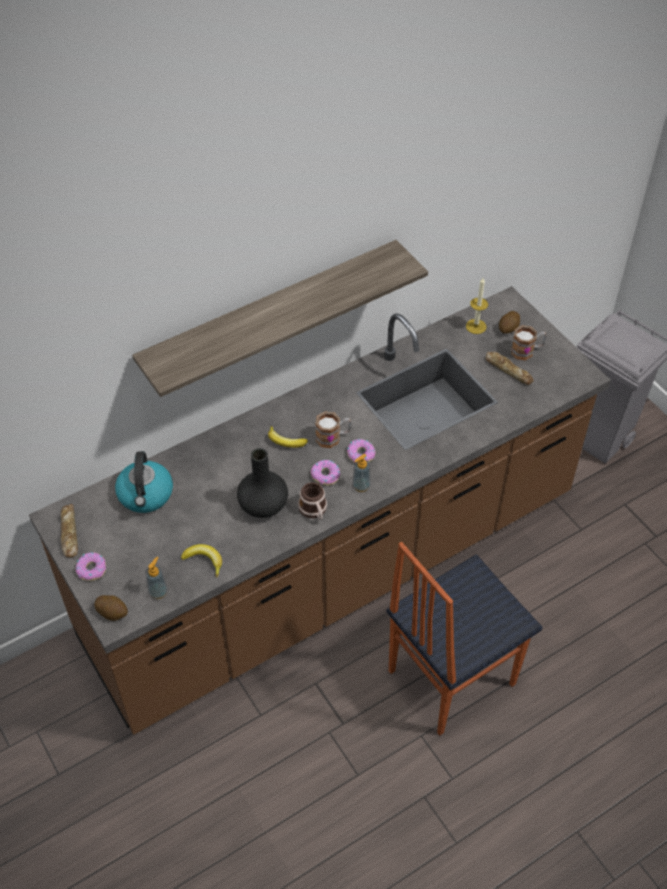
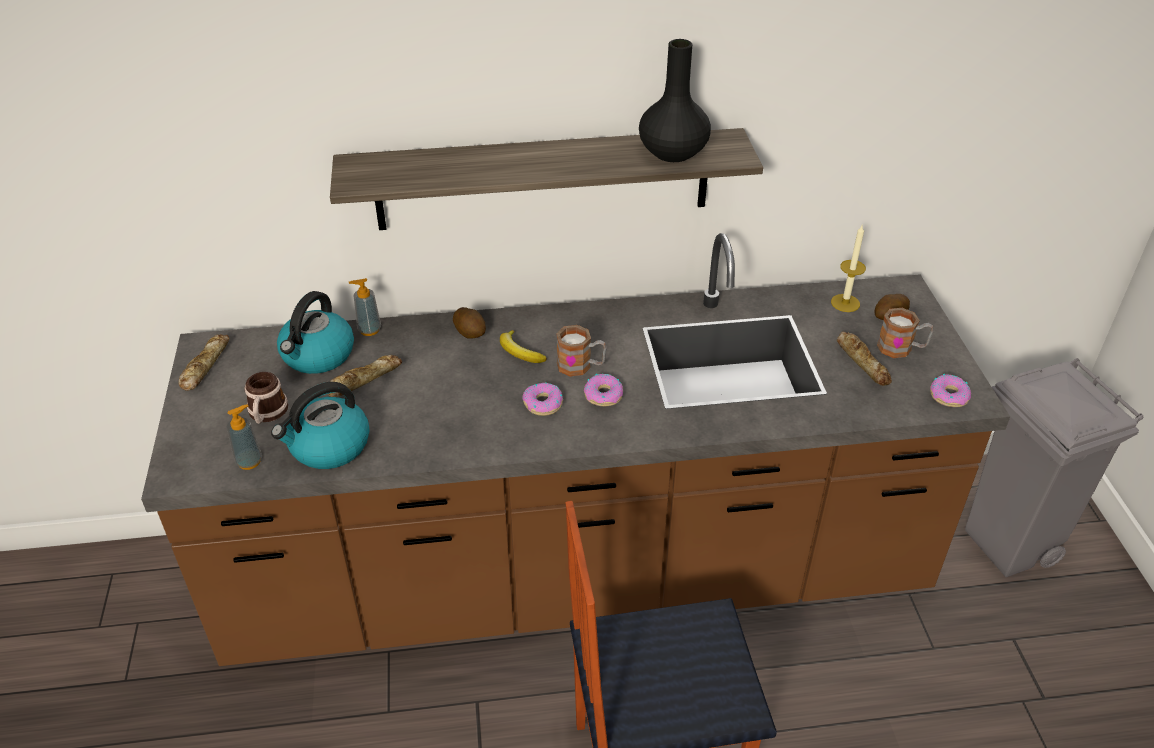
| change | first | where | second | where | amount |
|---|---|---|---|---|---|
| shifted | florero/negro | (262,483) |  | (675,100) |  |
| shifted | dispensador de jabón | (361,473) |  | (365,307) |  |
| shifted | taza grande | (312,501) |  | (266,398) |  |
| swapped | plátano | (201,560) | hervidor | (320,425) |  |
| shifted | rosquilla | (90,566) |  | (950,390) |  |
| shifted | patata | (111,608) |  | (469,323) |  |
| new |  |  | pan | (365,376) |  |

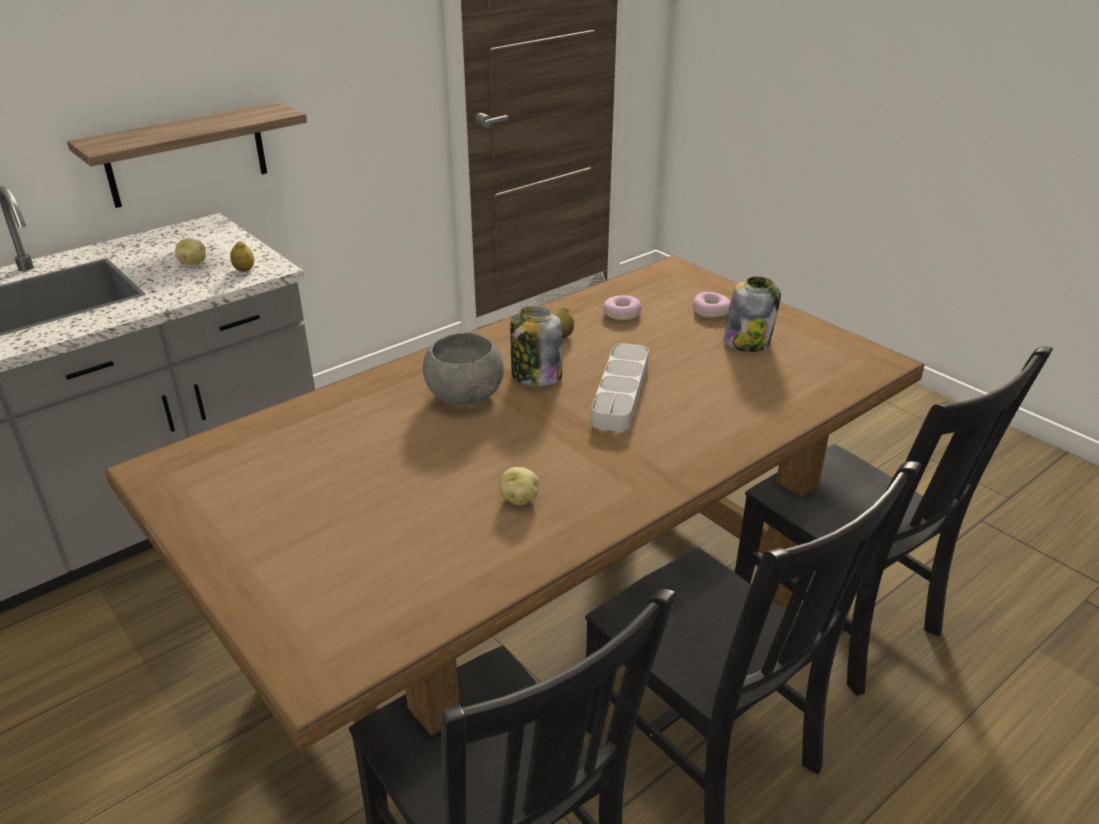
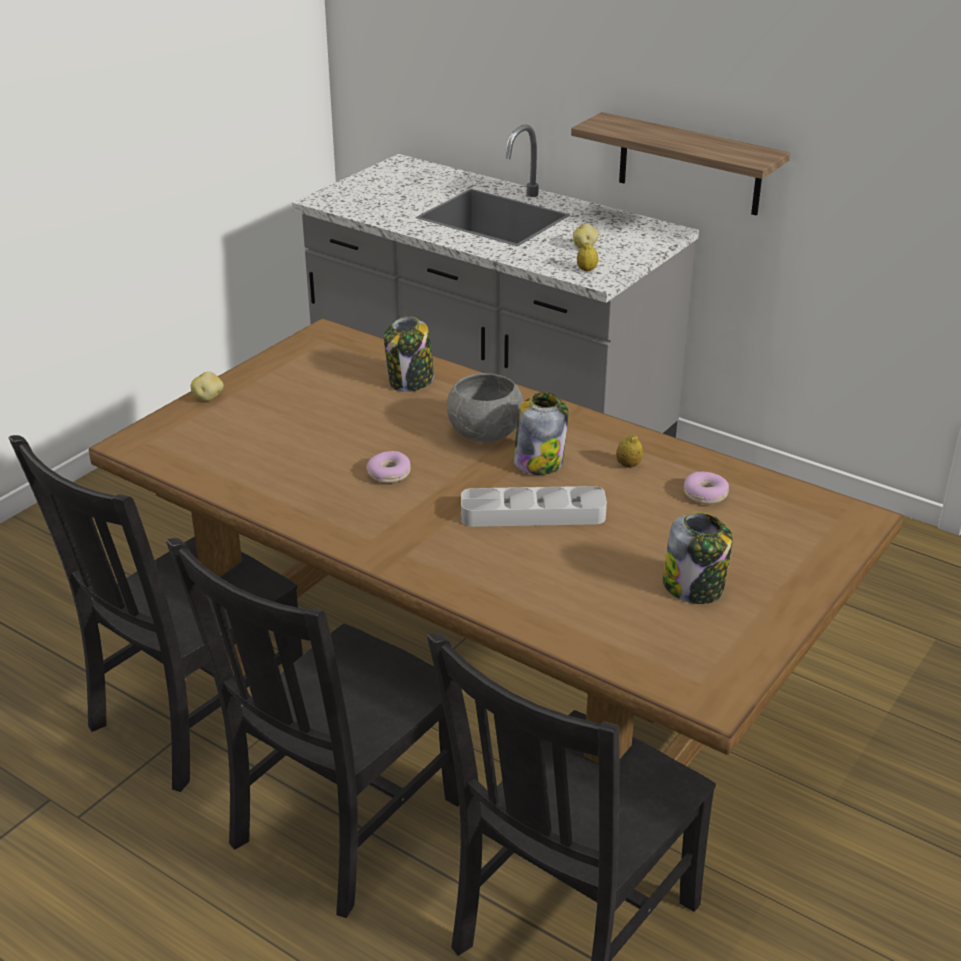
| change | first | where | second | where | amount |
|---|---|---|---|---|---|
| shifted | rosquilla | (711,305) |  | (388,467) |  |
| shifted | patata | (519,486) |  | (207,386) |  |
| new |  |  | tarro | (409,354) |  |

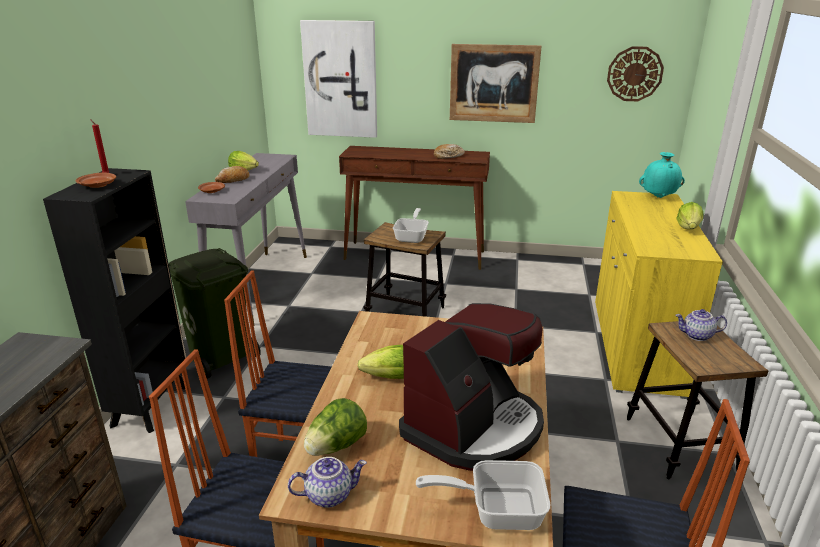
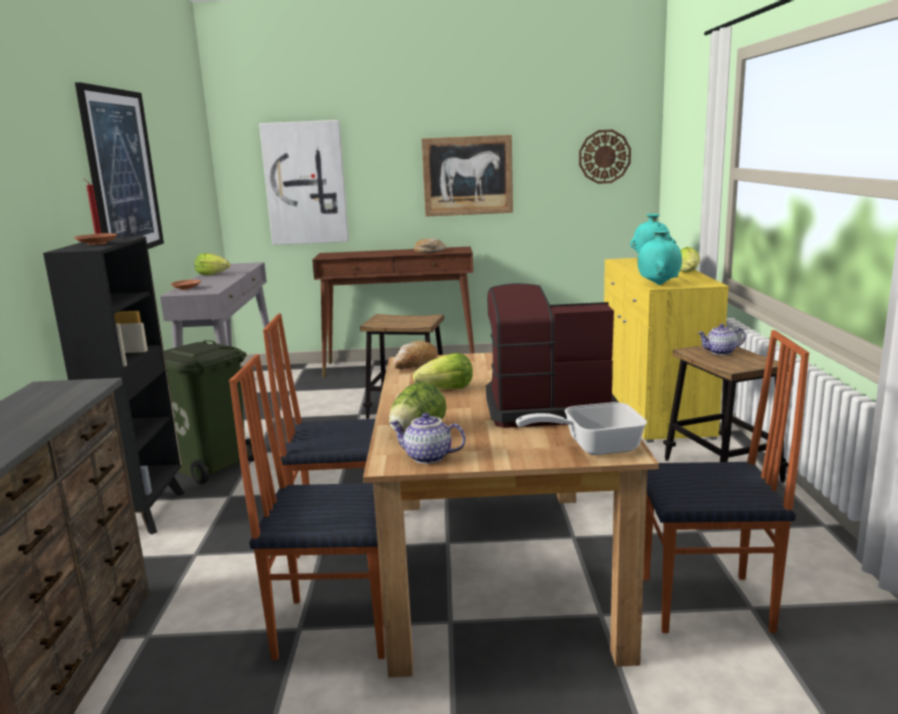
| change | first | where | second | where | amount |
|---|---|---|---|---|---|
| shifted | pan | (232,174) |  | (415,355) |  |
| gone | sartén | (411,225) |  |  |  |
| rotated | cafetera | (471,387) |  | (552,355) | 120 degrees counterclockwise |
| rotated | tetera | (327,482) |  | (427,438) | 135 degrees counterclockwise |
| new |  |  | cuadro | (119,165) |  |
| new |  |  | florero/turquesa | (659,257) |  |

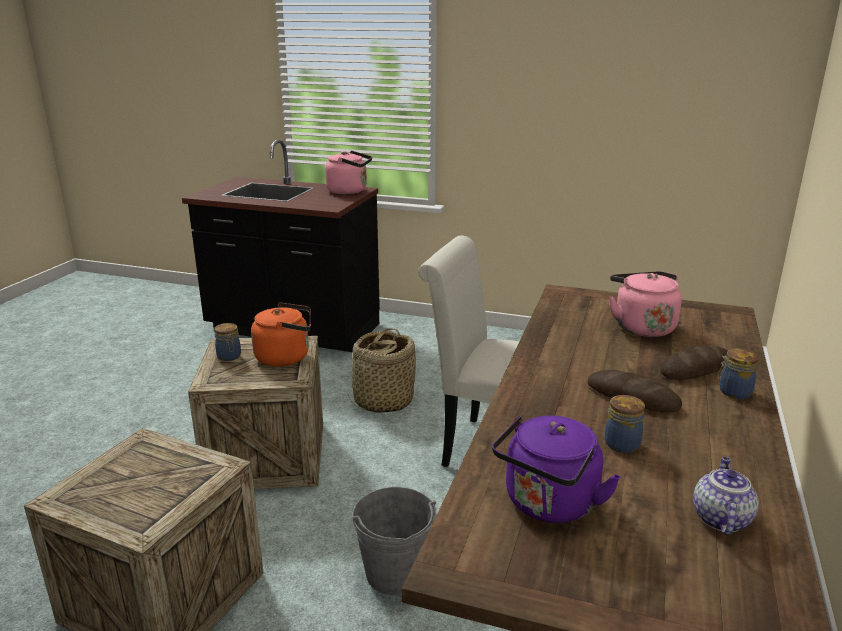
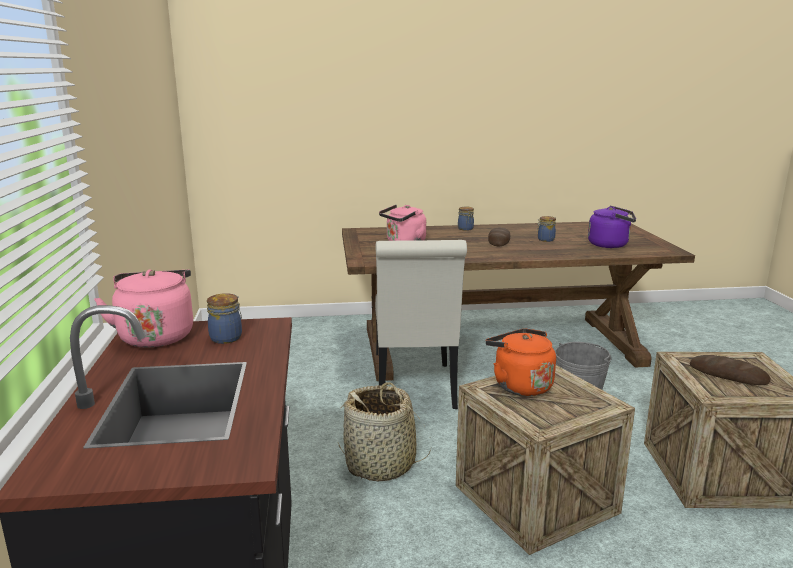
| change | first | where | second | where | amount |
|---|---|---|---|---|---|
| shifted | tarro | (227,342) |  | (224,318) |  |
| shifted | pan | (694,363) |  | (730,370) |  |
| gone | tetera | (726,496) |  |  |  |

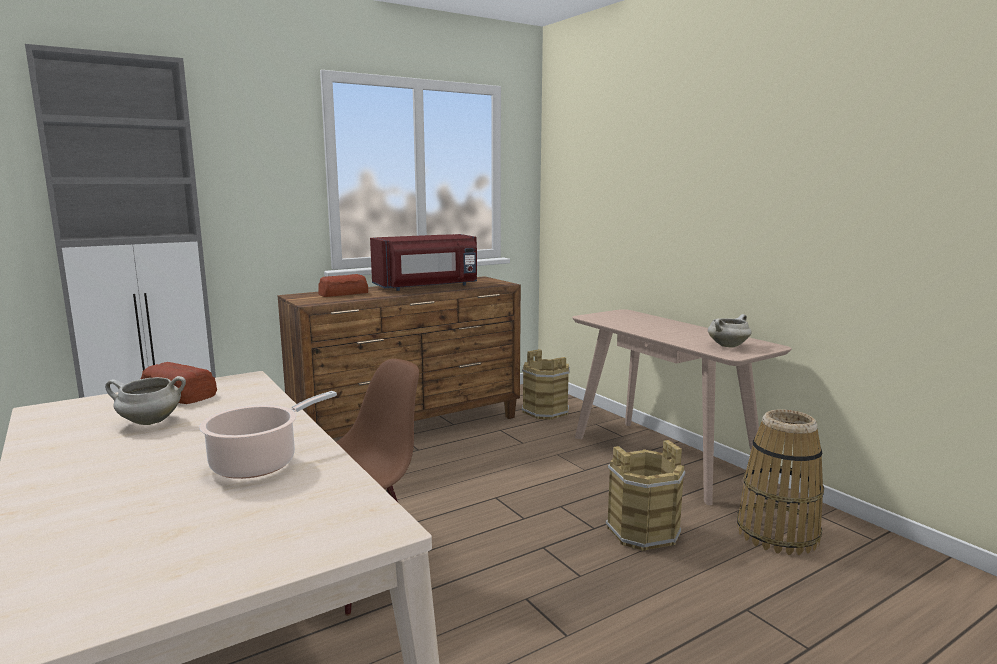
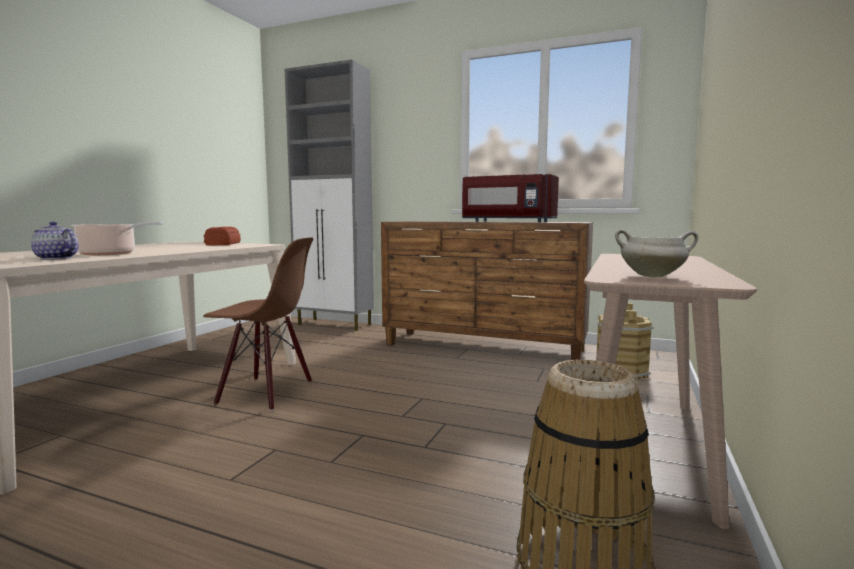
| change | first | where | second | where | amount |
|---|---|---|---|---|---|
| gone | pan | (343,285) |  |  |  |
| gone | olla/blanco | (145,400) |  |  |  |
| gone | cubo/marrón | (645,495) |  |  |  |
| new |  |  | tetera | (54,241) |  |

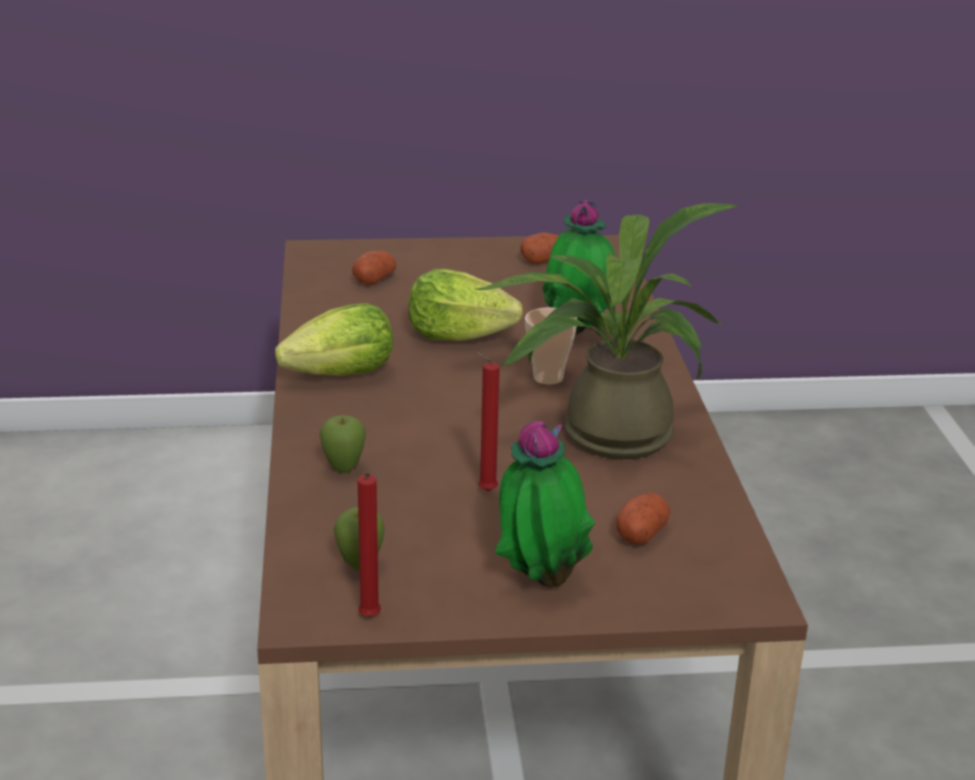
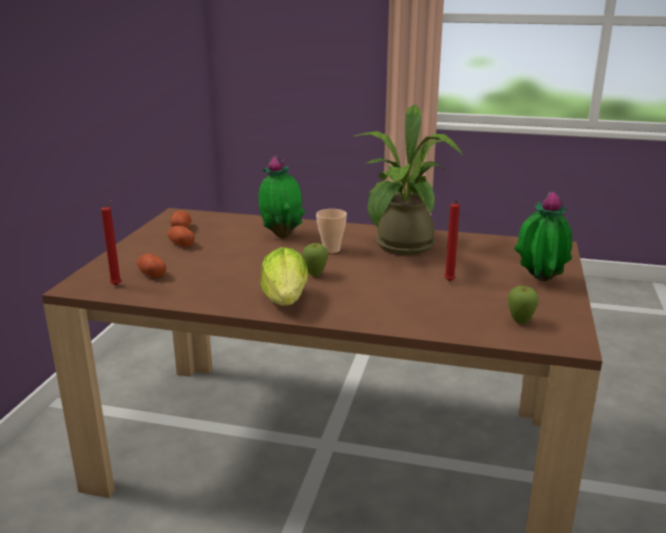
| change | first | where | second | where | amount |
|---|---|---|---|---|---|
| gone | lechuga | (466,305) |  |  |  |
| shifted | manzana | (342,444) |  | (315,260) |  |
| shifted | vela/rojo | (369,544) |  | (111,243) |  |
| shifted | patata | (644,519) |  | (181,236) |  |

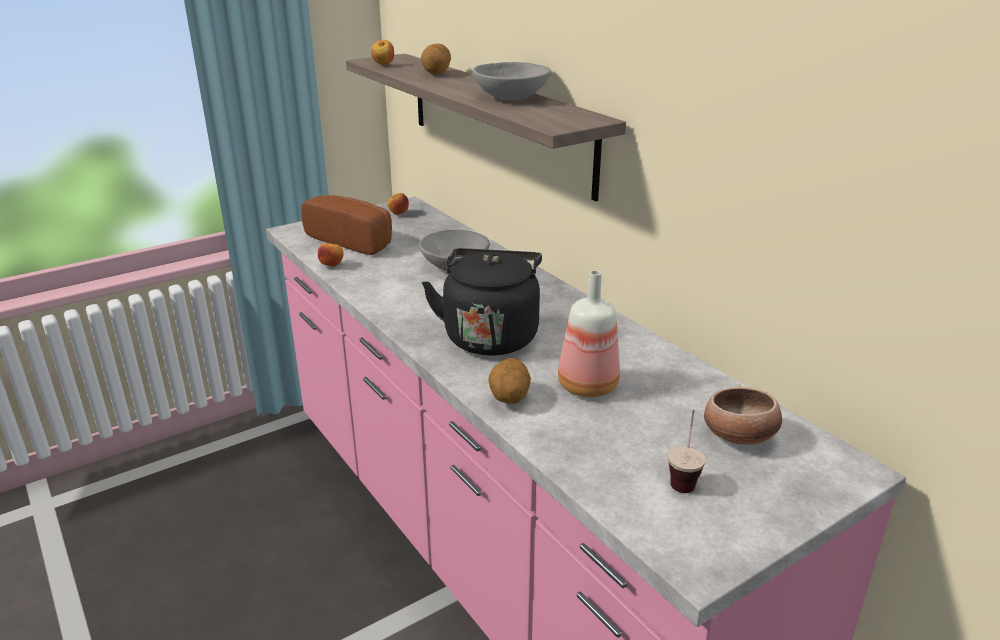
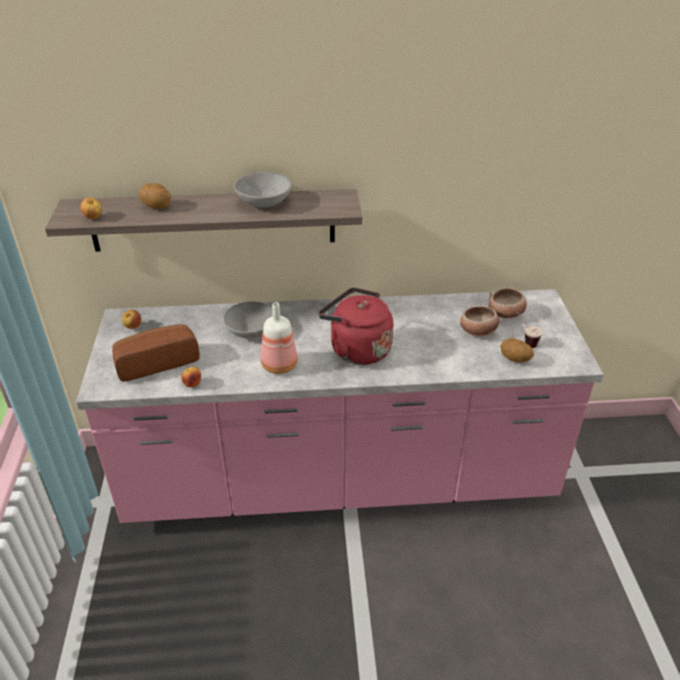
| change | first | where | second | where | amount |
|---|---|---|---|---|---|
| repainted | hervidor/negro | (482,302) | hervidor/rojo | (356,326) |  |
| shifted | botella | (589,333) |  | (279,338) |  |
| shifted | patata | (509,381) |  | (517,350) |  |
| new |  |  | cuenco | (479,320) |  |

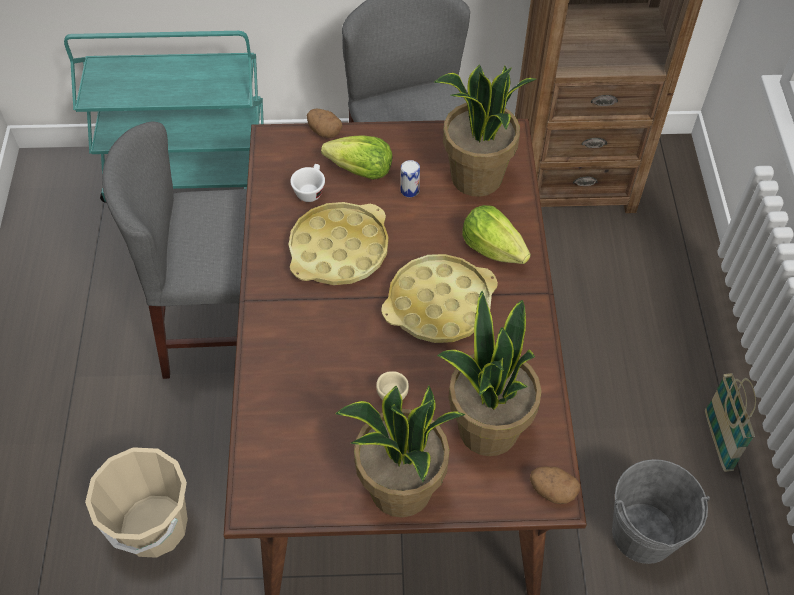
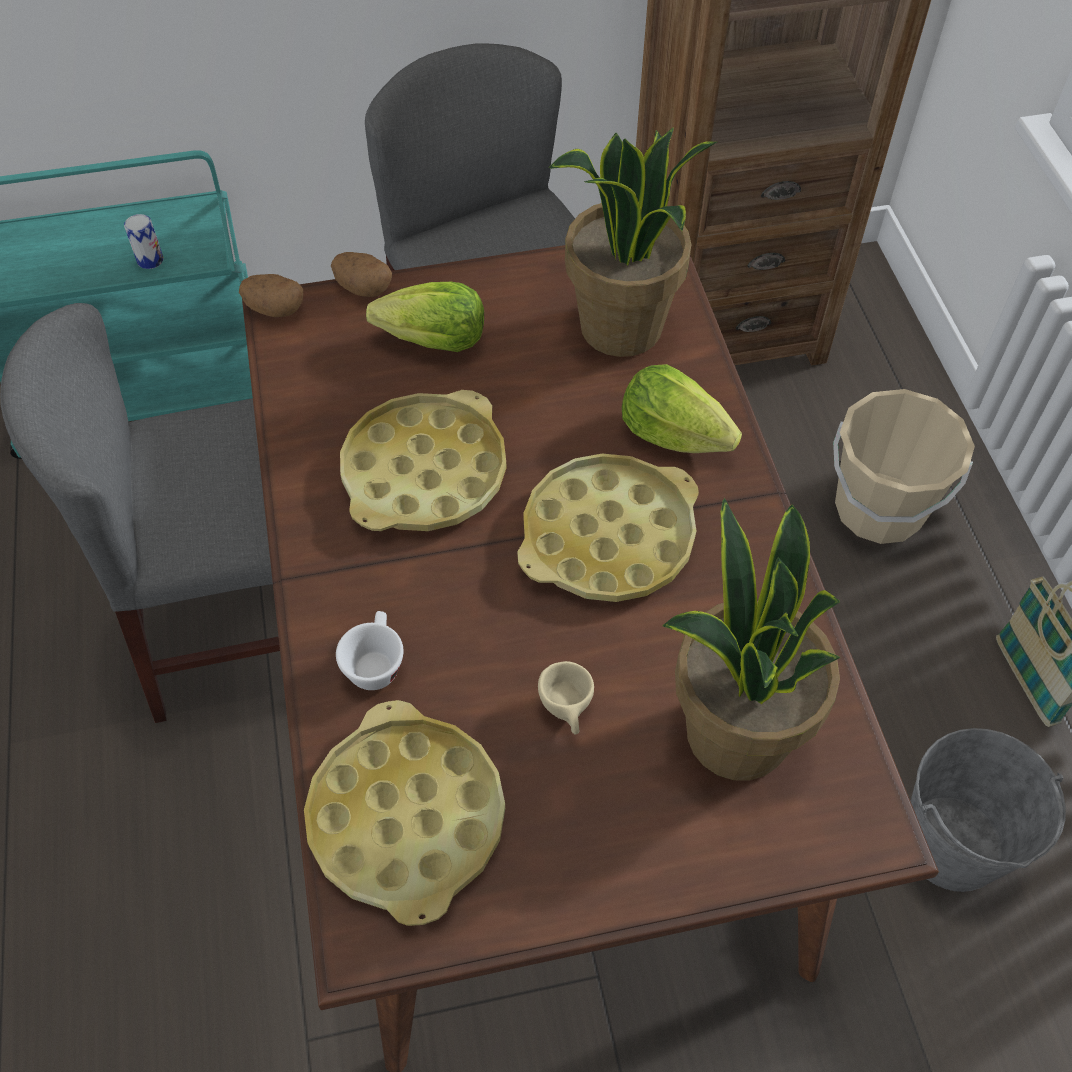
| change | first | where | second | where | amount |
|---|---|---|---|---|---|
| shifted | lata | (410,178) |  | (144,241) |  |
| shifted | taza/blanco | (307,183) |  | (369,650) |  |
| gone | planta en maceta | (401,451) |  |  |  |
| shifted | cubo/beis | (136,502) |  | (904,466) |  |
| shifted | patata | (555,485) |  | (271,295) |  |
| new |  |  | bandeja/amarillo | (404,813) |  |

